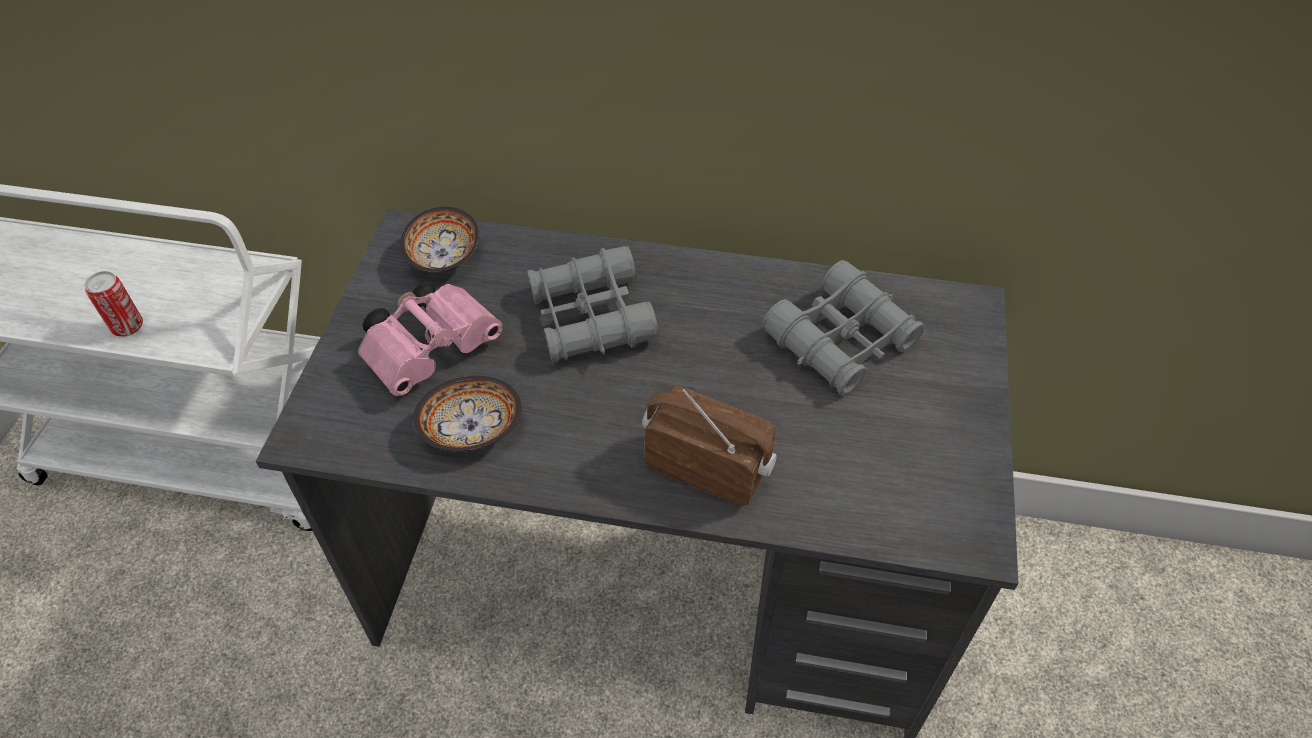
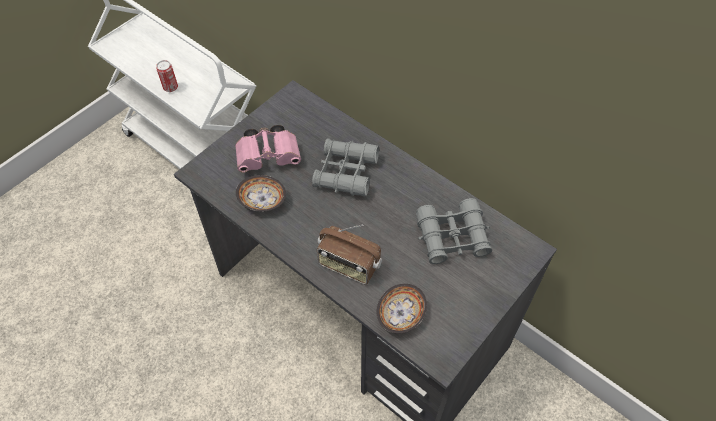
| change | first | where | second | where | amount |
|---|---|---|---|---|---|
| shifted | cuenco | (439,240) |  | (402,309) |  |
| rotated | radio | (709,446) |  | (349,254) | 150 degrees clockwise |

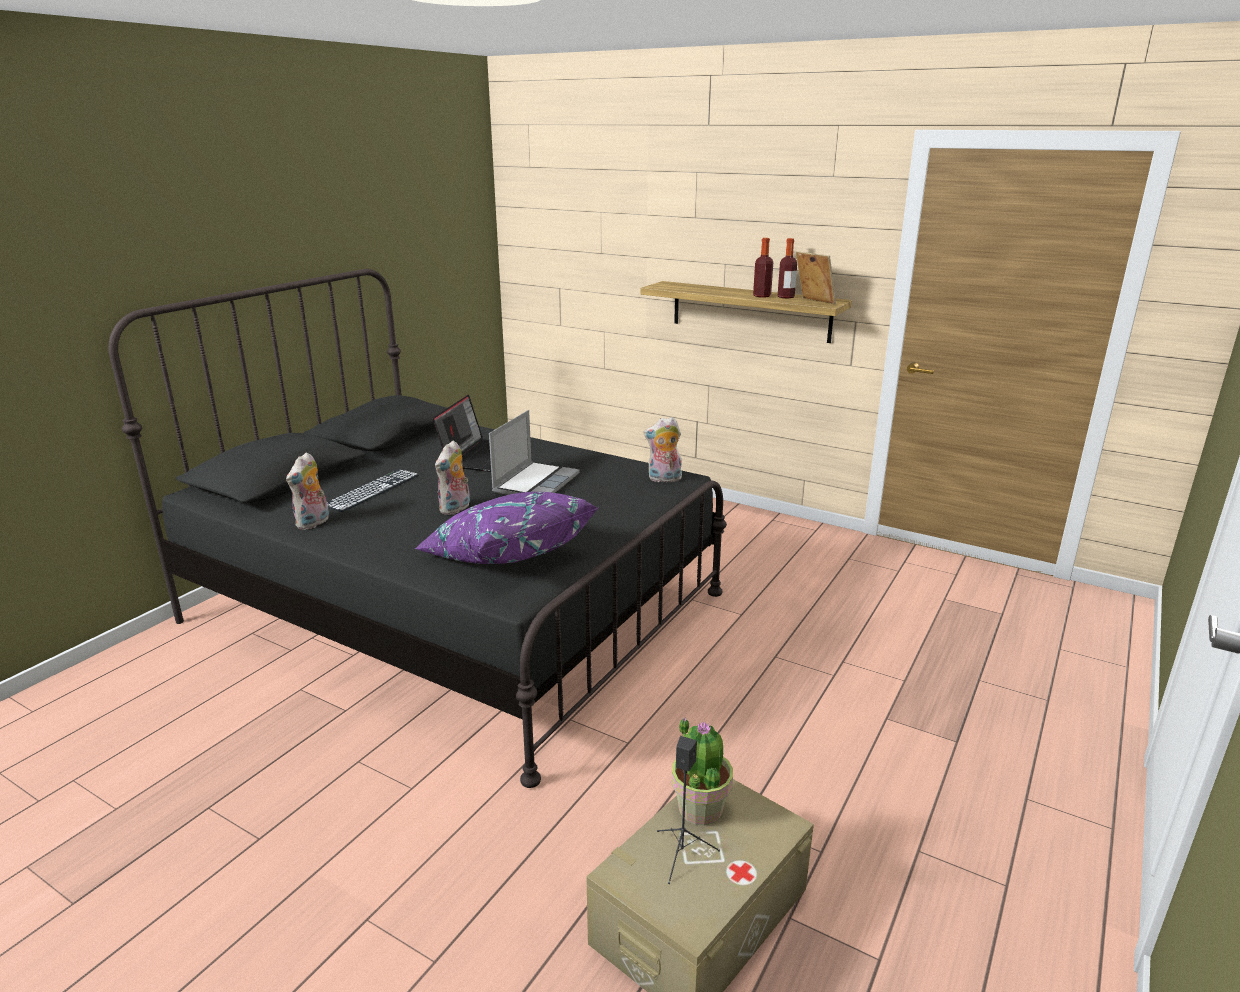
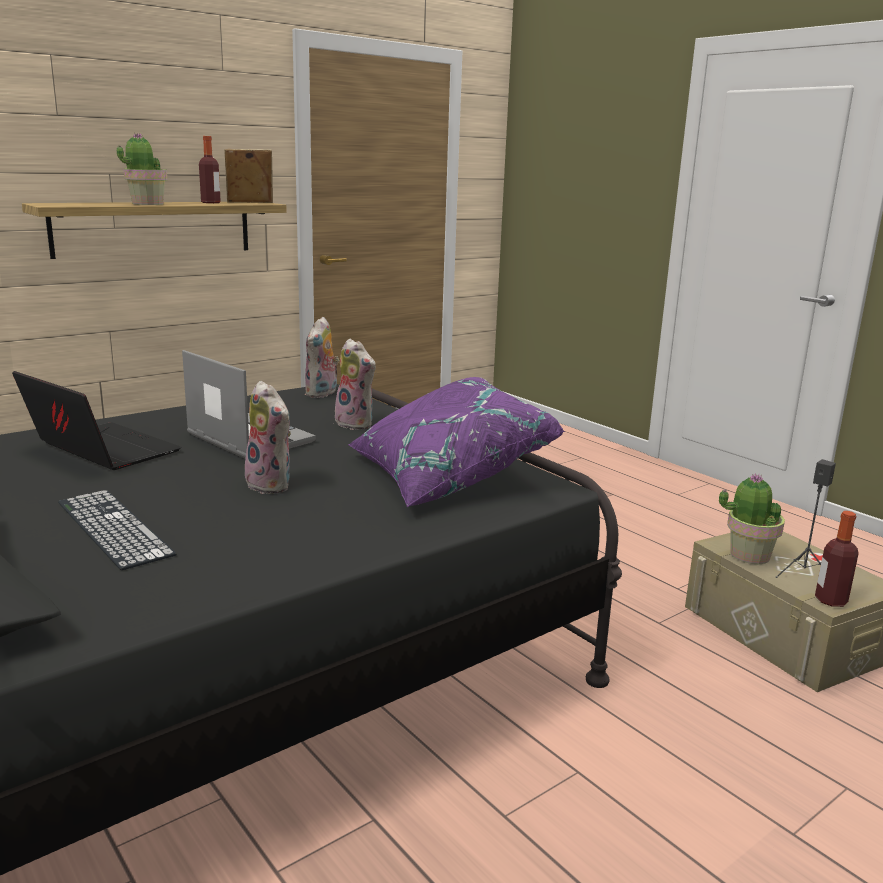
| change | first | where | second | where | amount |
|---|---|---|---|---|---|
| shifted | botella | (763,268) |  | (837,559) |  |
| shifted | peluche | (307,491) |  | (355,384) |  |
| new |  |  | planta en maceta | (142,169) |  |

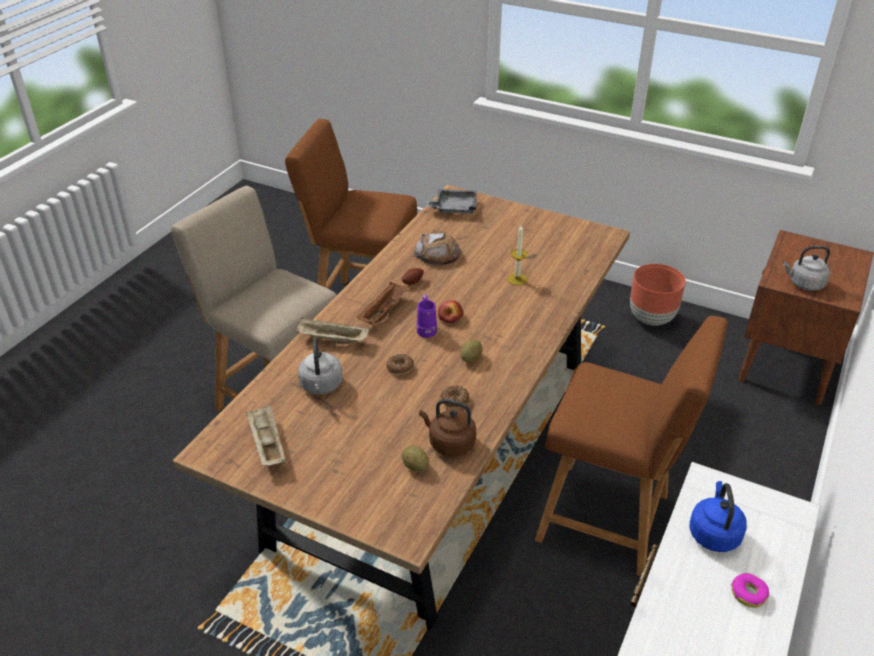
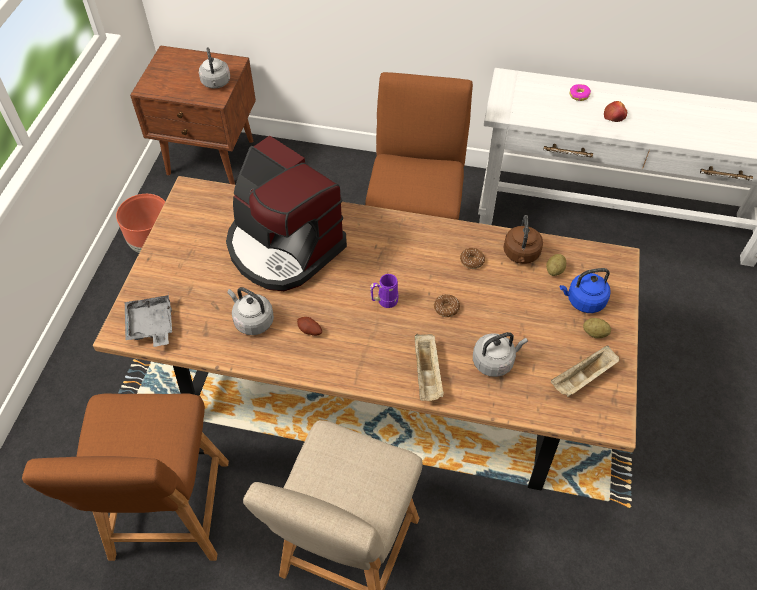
| change | first | where | second | where | amount |
|---|---|---|---|---|---|
| swapped | vela | (518,255) | cafetera | (286,213) |  |
| swapped | pan | (438,249) | hervidor/gris | (250,311) |  |
| gone | bandeja/marrón | (384,303) |  |  |  |
| shifted | manzana | (450,312) |  | (615,111) |  |
| shifted | patata | (471,350) |  | (597,328) |  |
| shifted | hervidor/azul | (718,516) |  | (585,290) |  |

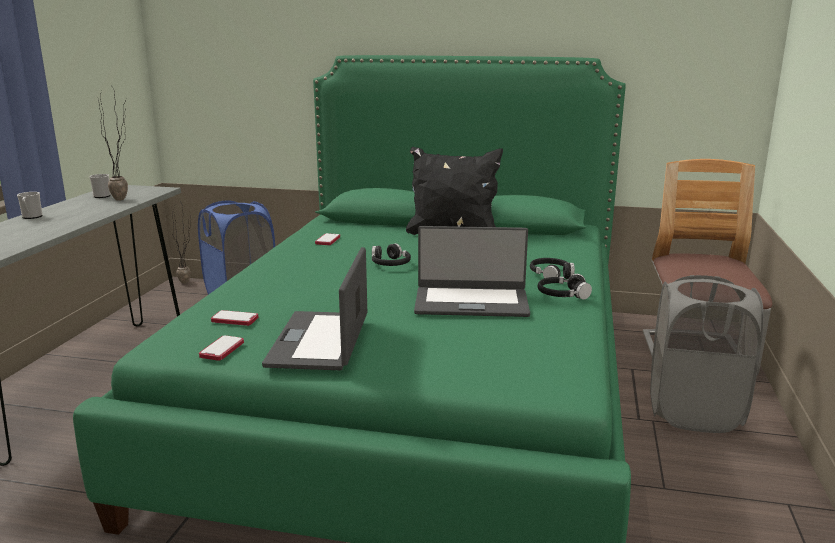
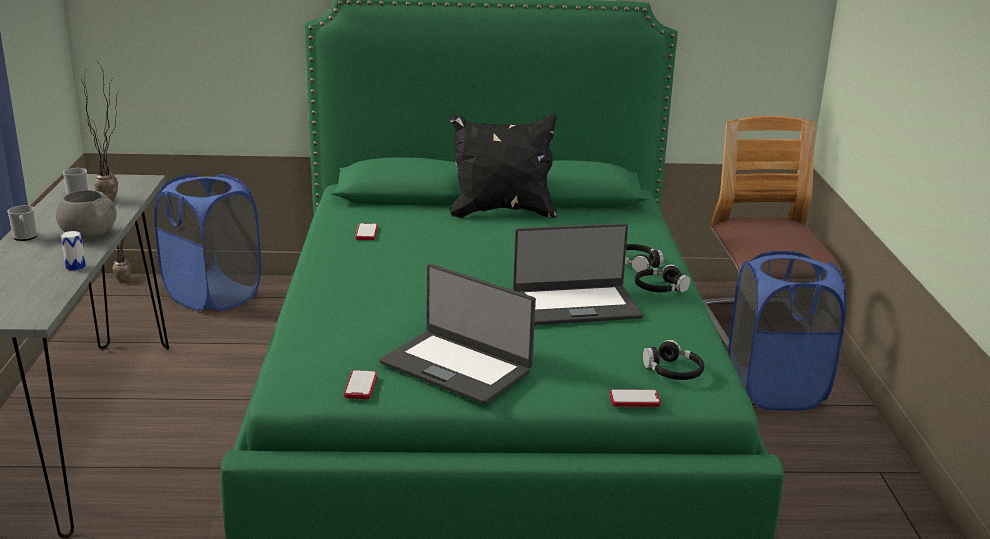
| change | first | where | second | where | amount |
|---|---|---|---|---|---|
| shifted | auriculares/negro | (391,254) |  | (673,360) |  |
| rotated | portátil | (314,308) |  | (457,334) | 45 degrees counterclockwise |
| repainted | cesto de la ropa/gris | (707,354) | cesto de la ropa/azul | (787,331) |  |
| shifted | móvil | (234,318) |  | (635,398) |  |
| new |  |  | cuenco/gris | (86,214) |  |
| new |  |  | lata | (73,251) |  |

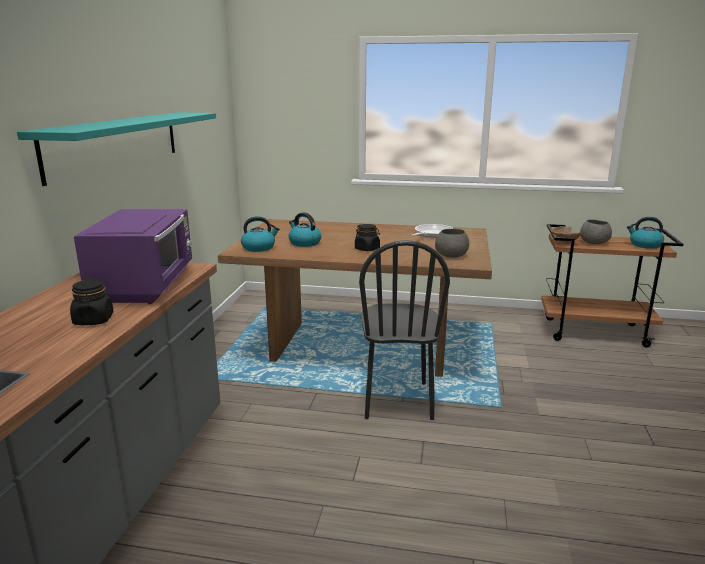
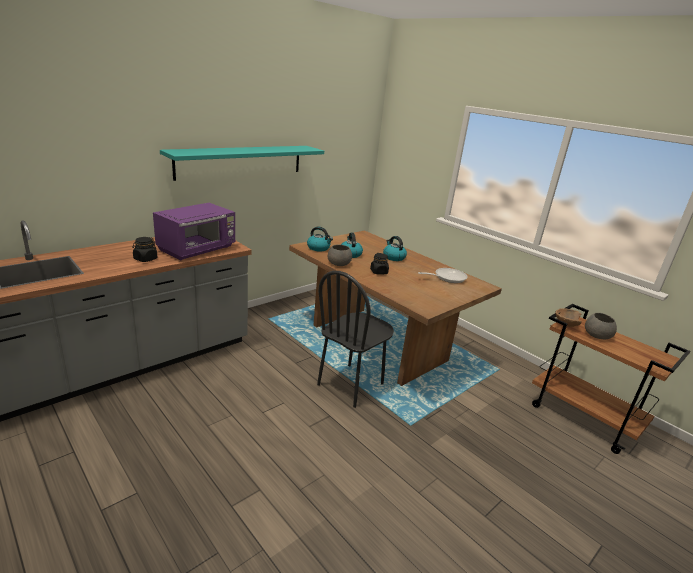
| change | first | where | second | where | amount |
|---|---|---|---|---|---|
| shifted | hervidor | (645,233) |  | (395,248) |  |
| shifted | cuenco/gris | (452,243) |  | (340,255) |  |

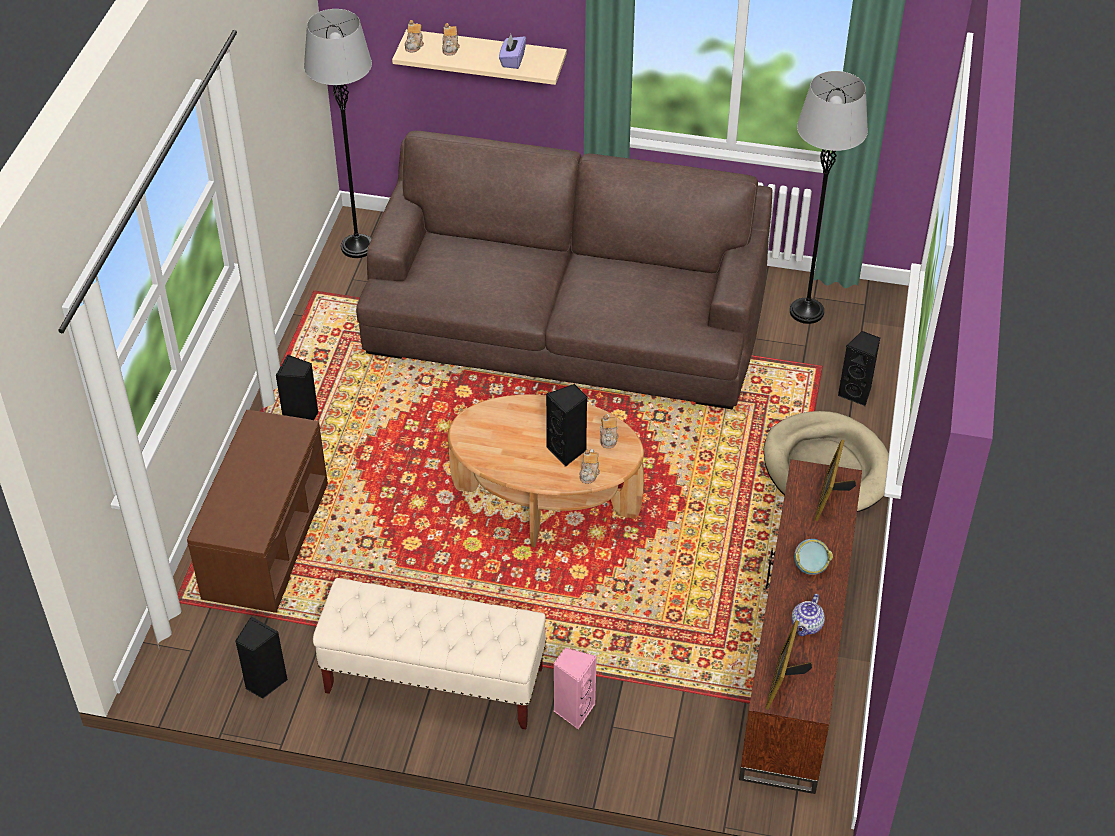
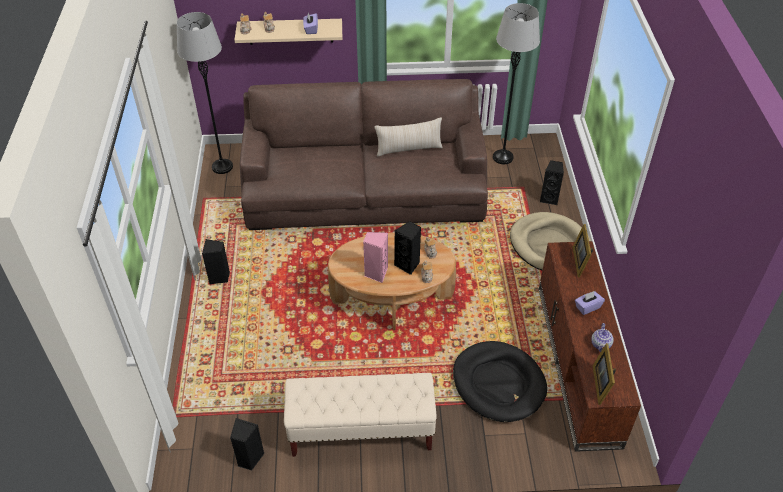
| change | first | where | second | where | amount |
|---|---|---|---|---|---|
| gone | banco/marrón | (257,511) |  |  |  |
| swapped | cuenco | (813,557) | caja de pañuelos/morado | (590,303) |  |
| shifted | altavoz/rosa | (575,688) |  | (375,257) |  |
| new |  |  | cojín/beis | (408,137) |  |
| new |  |  | cama para perro/negro | (500,381) |  |

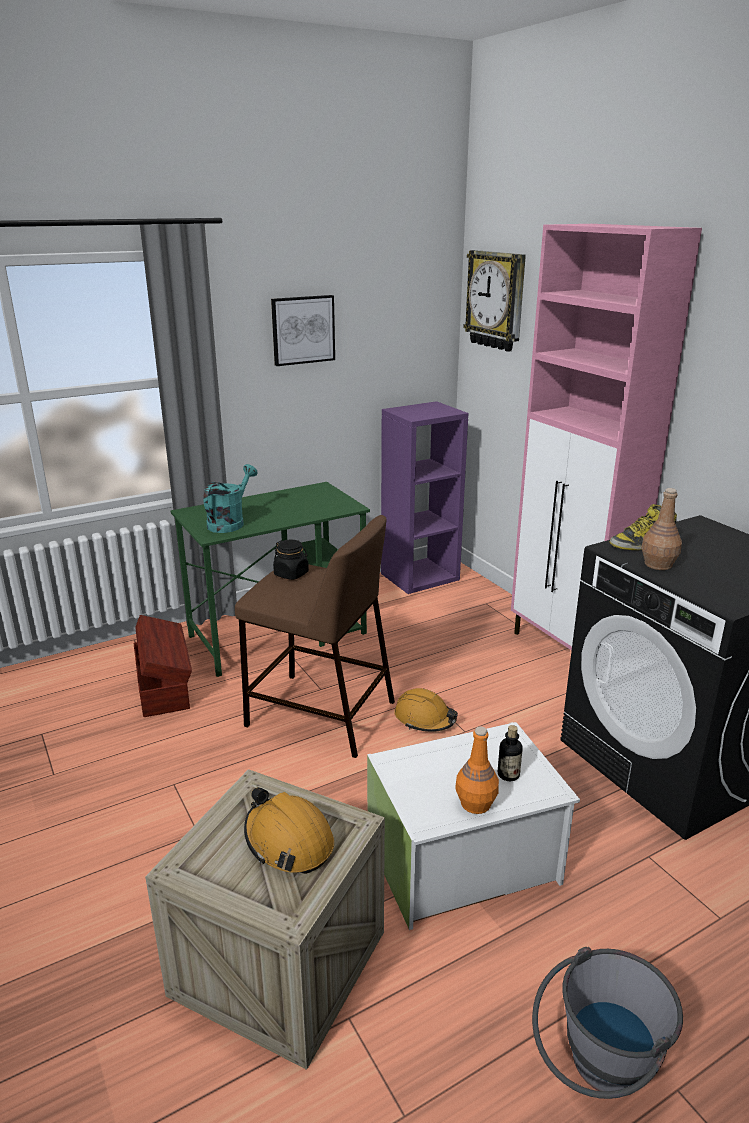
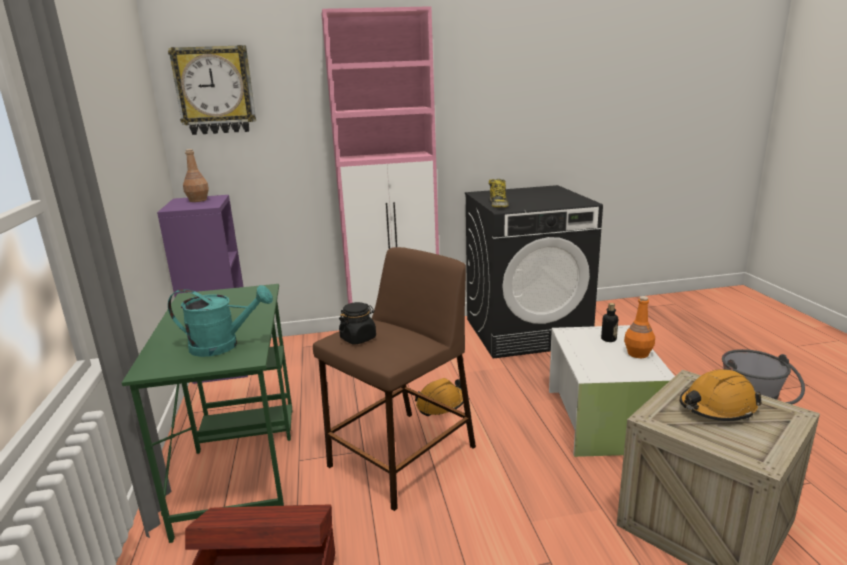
| change | first | where | second | where | amount |
|---|---|---|---|---|---|
| gone | cuadro | (303,330) |  |  |  |
| rotated | regadera/turquesa | (230,498) |  | (220,321) | 135 degrees clockwise |
| shifted | botella/marrón | (661,529) |  | (196,175) |  |

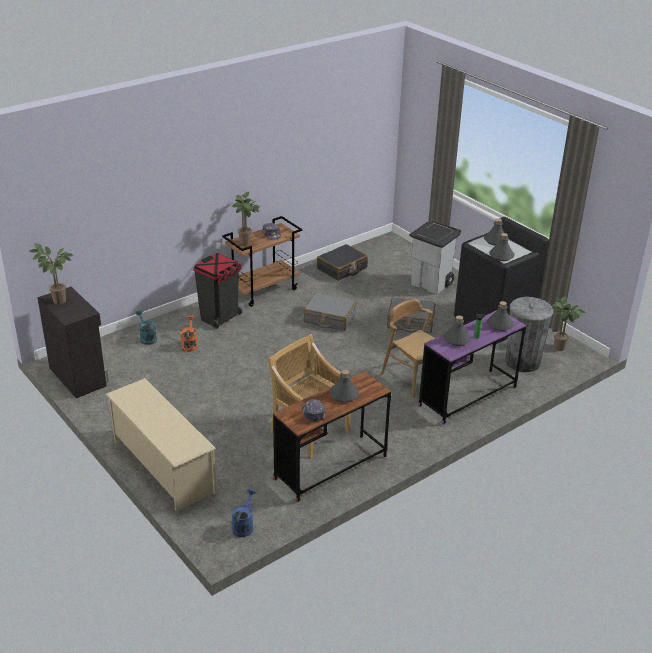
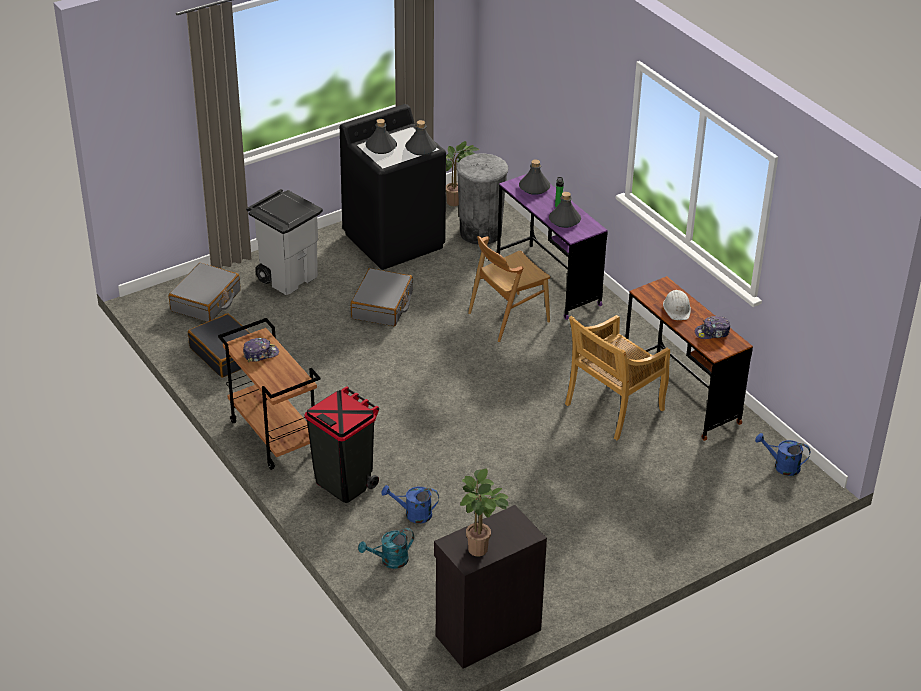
| change | first | where | second | where | amount |
|---|---|---|---|---|---|
| gone | planta en maceta | (246,218) |  |  |  |
| shifted | maleta/gris | (329,312) |  | (204,292) |  |
| repainted | regadera/naranja | (189,333) | regadera/azul | (410,504) |  |
| swapped | botella/gris | (344,385) | casco/blanco | (677,305) |  |
| gone | zapatero/beis | (161,445) |  |  |  |

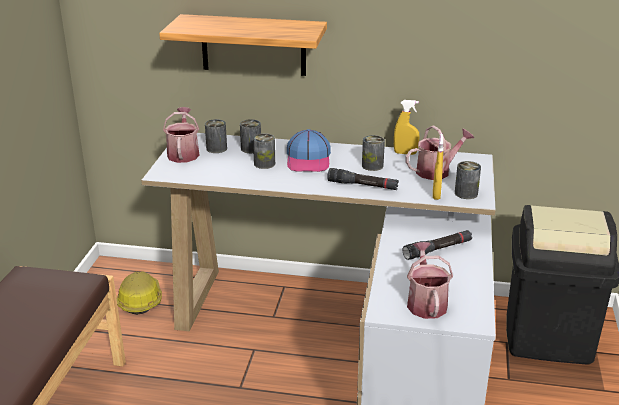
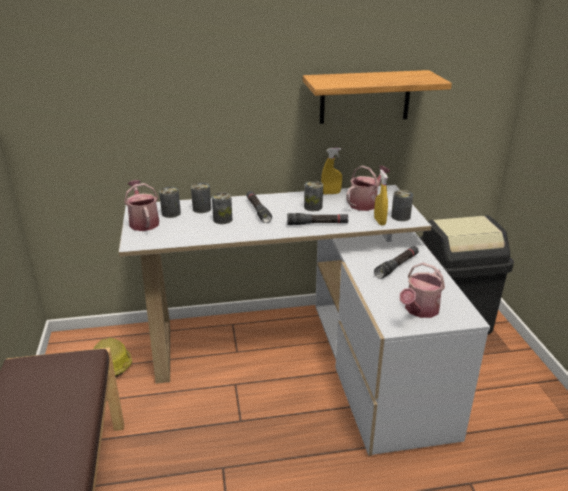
| change | first | where | second | where | amount |
|---|---|---|---|---|---|
| shifted | estante | (243,45) |  | (377,97) |  |
| swapped | gorra | (309,150) | linterna/negro | (259,207) |  |
| rotated | regadera | (430,280) |  | (422,290) | 120 degrees counterclockwise |

